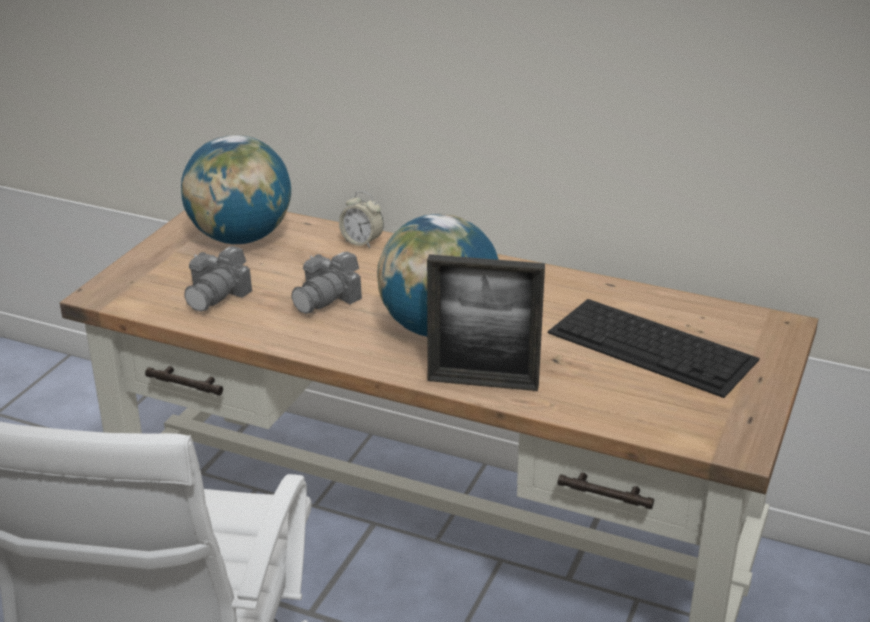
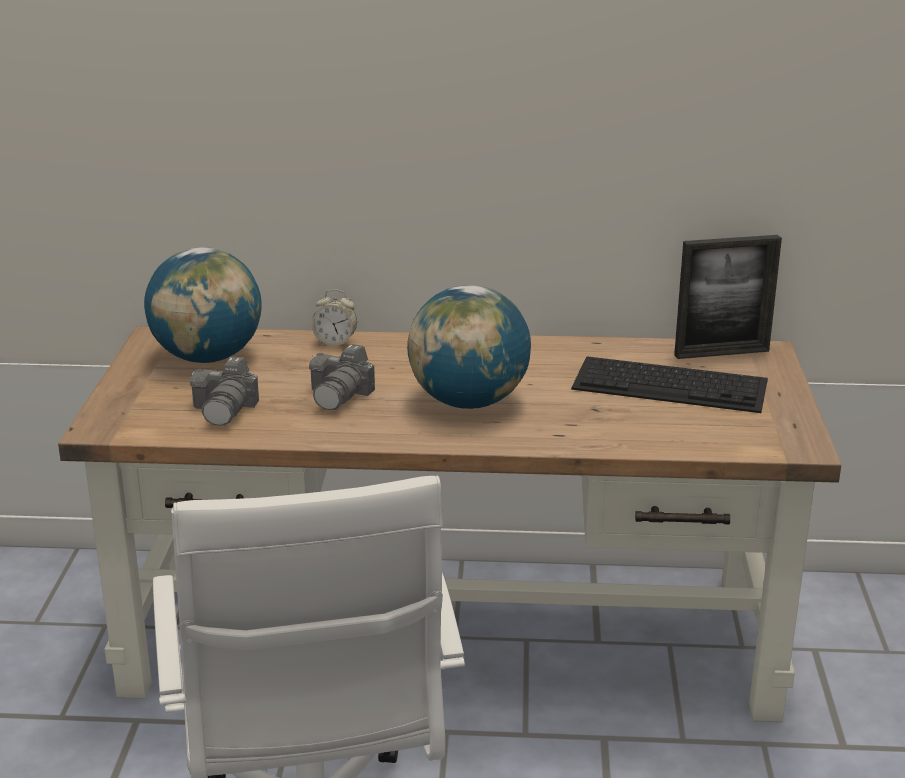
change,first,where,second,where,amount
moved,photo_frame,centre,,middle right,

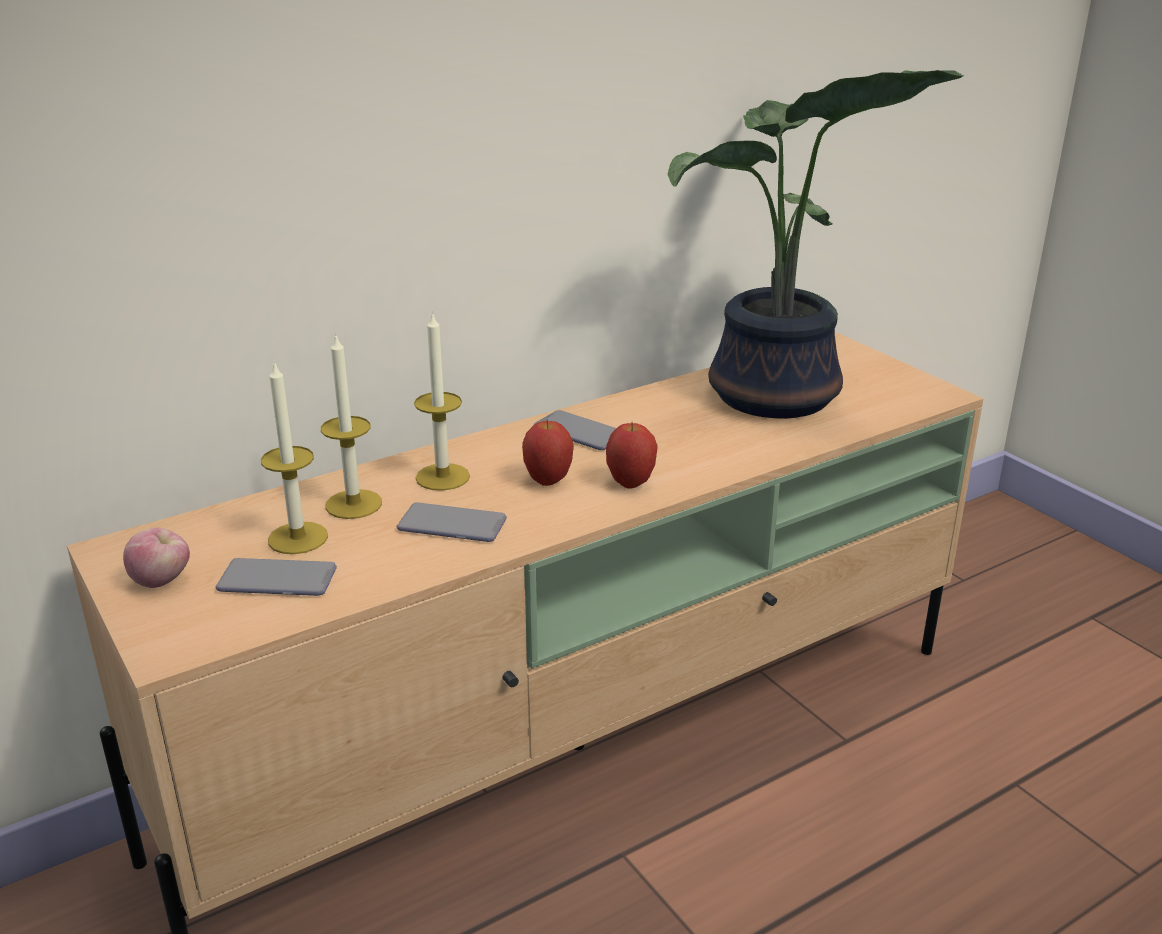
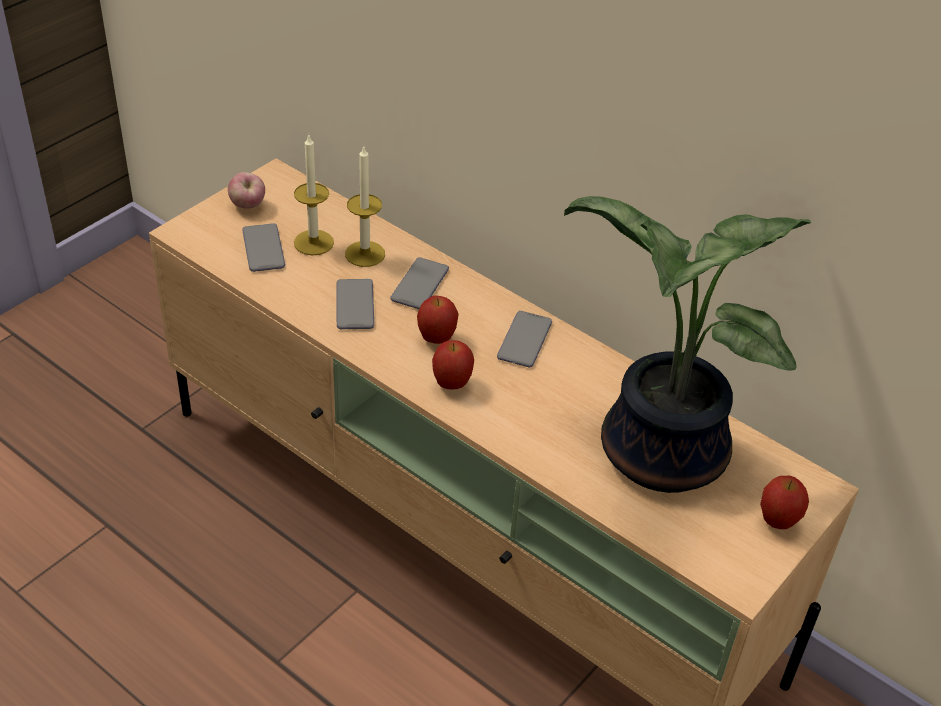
change,first,where,second,where,amount
replaced,wax_light (3rd from left),centre,phone (3rd from left),centre,
added,,,apple (4th from left),bottom right,

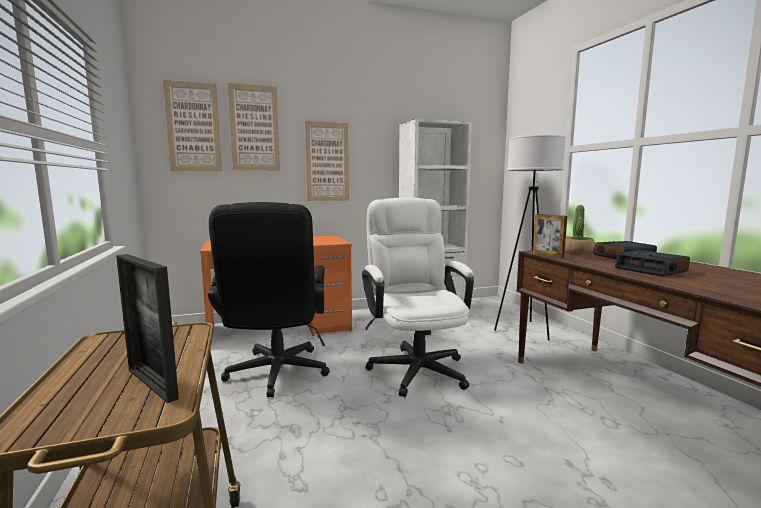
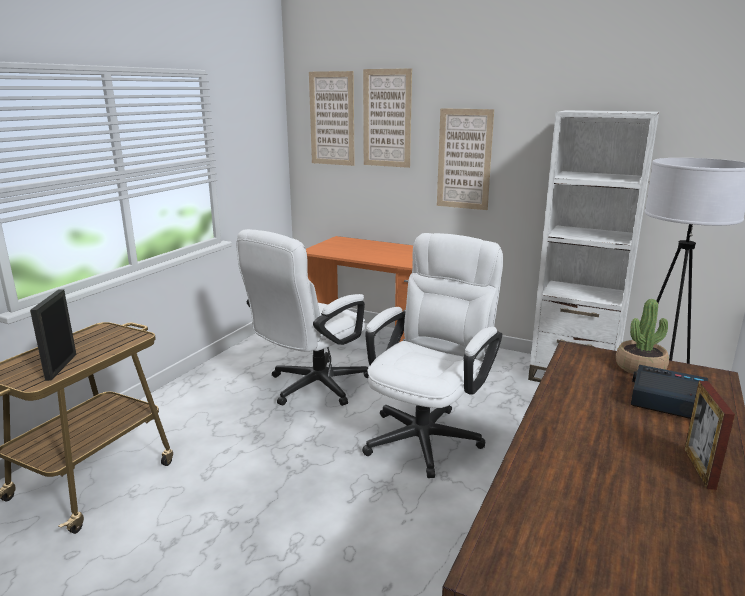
change,first,where,second,where,amount
recoloured,blackish_desk_chair,centre,white_desk_chair (1st from left),centre,
moved,photo_frame (2nd from left),middle right,,bottom right,
removed,alarm_clock (2nd from left),middle right,,,

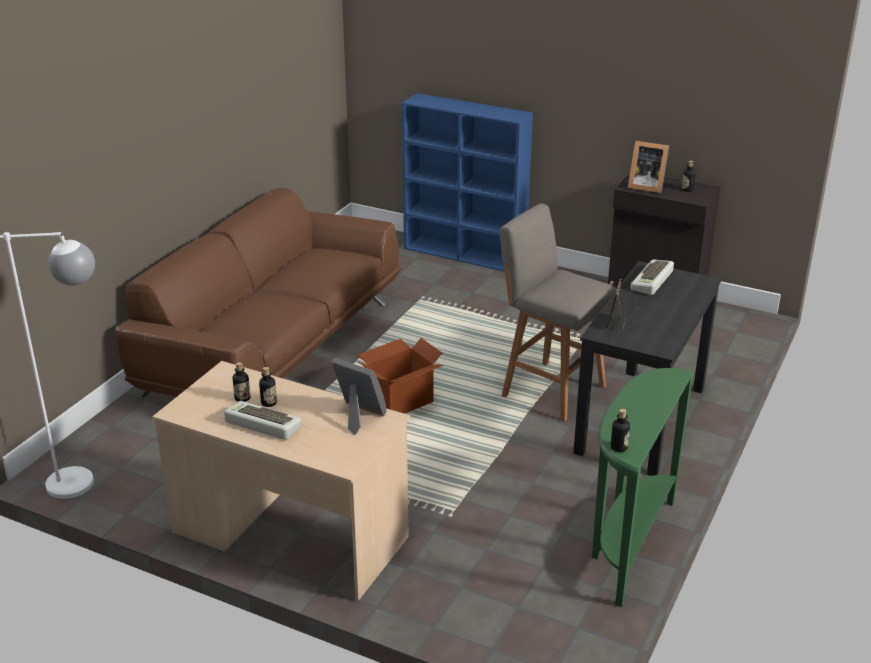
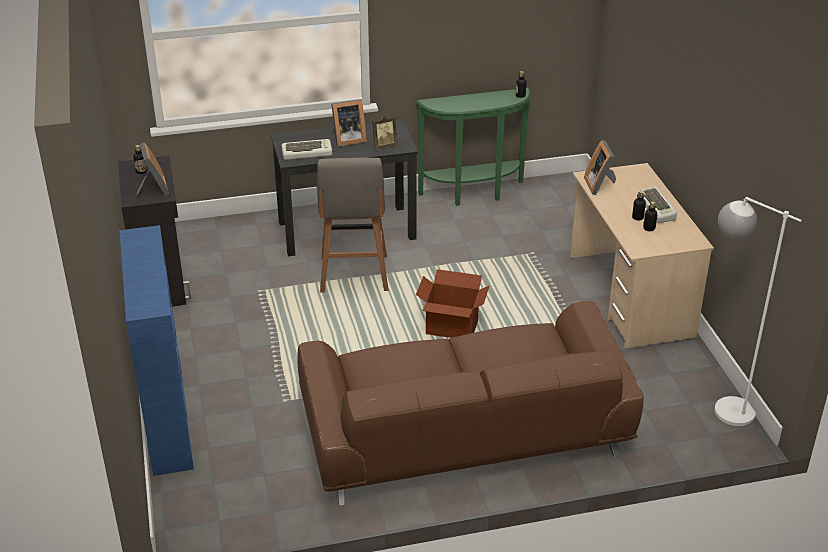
change,first,where,second,where,amount
added,,,photo_frame (2nd from left),top centre,

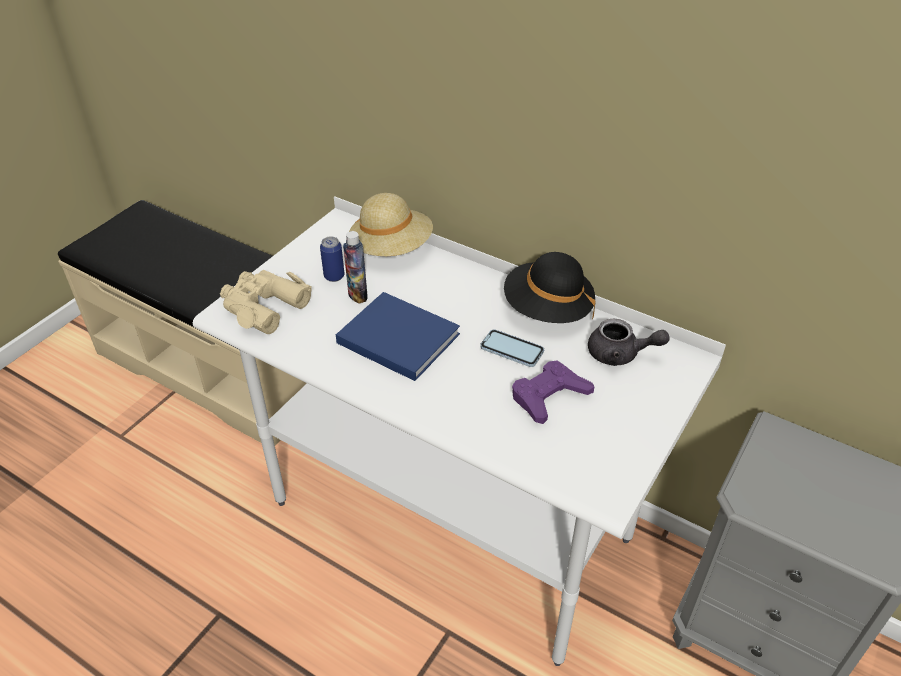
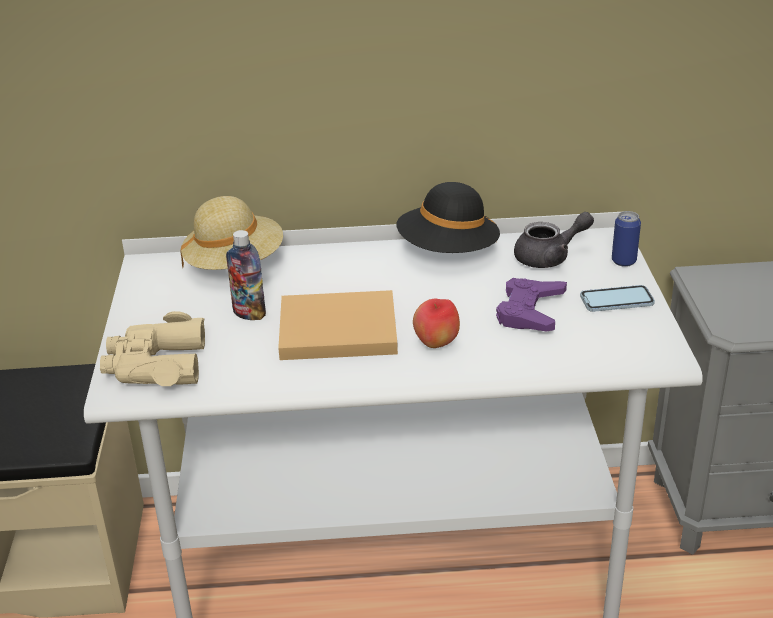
change,first,where,second,where,amount
moved,sealed_can,centre,,middle right,
recoloured,bluish_volume,centre,beige-coloured_volume,centre,
moved,phone,centre,,middle right,
added,,,apple,centre,

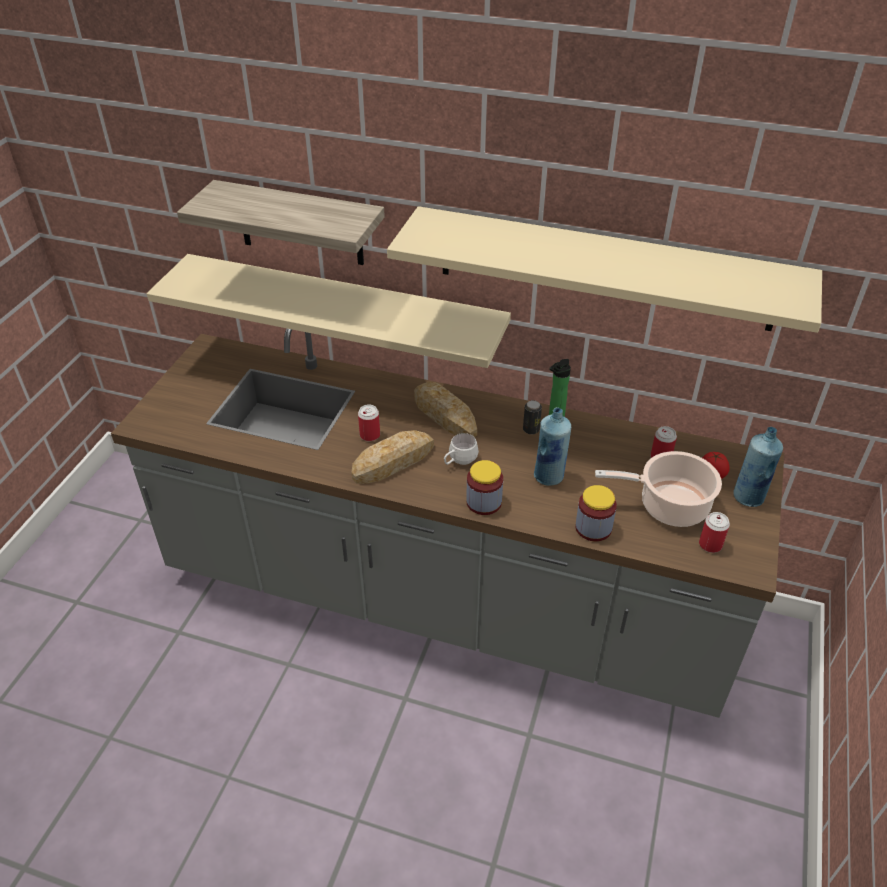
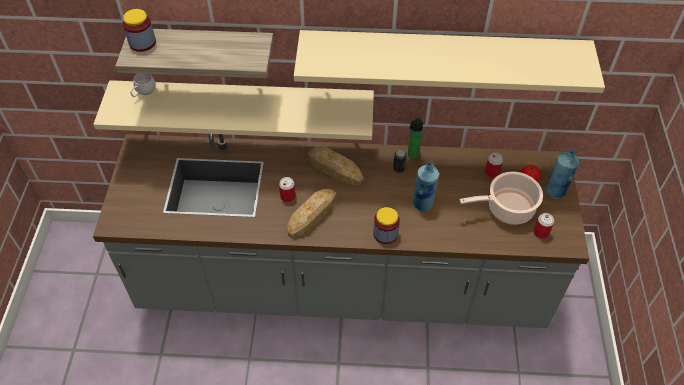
change,first,where,second,where,amount
moved,white_tea_mug,centre,,top left,
moved,preserve_jar (2nd from left in the first image),middle right,preserve_jar (1st from left),top left,

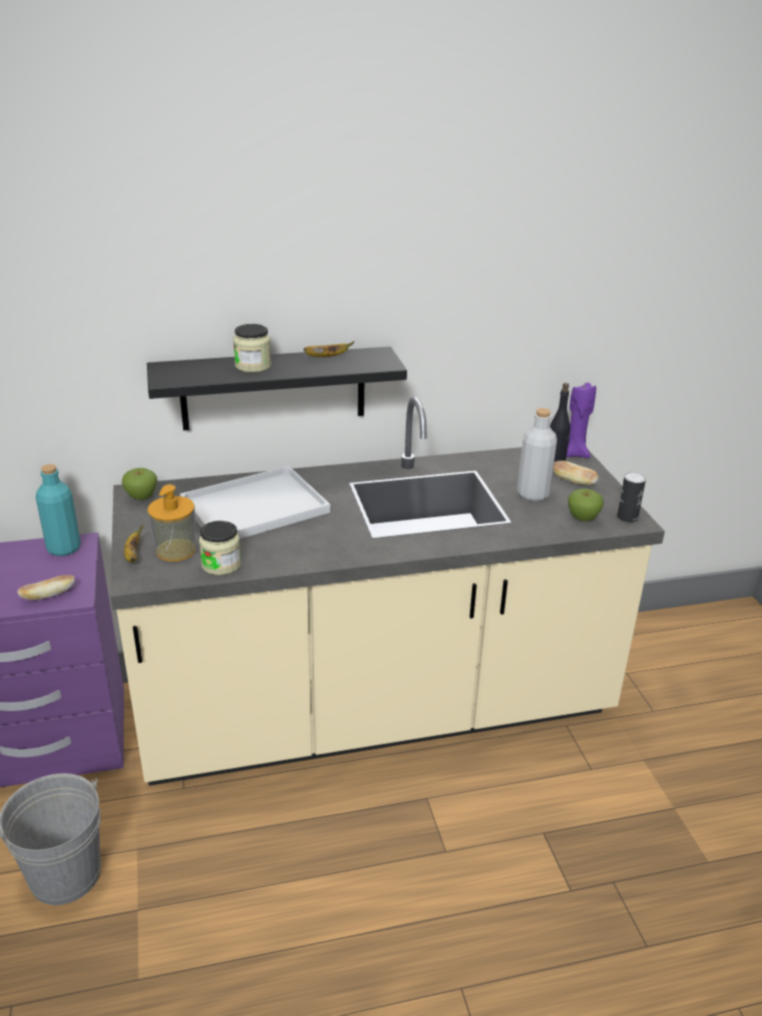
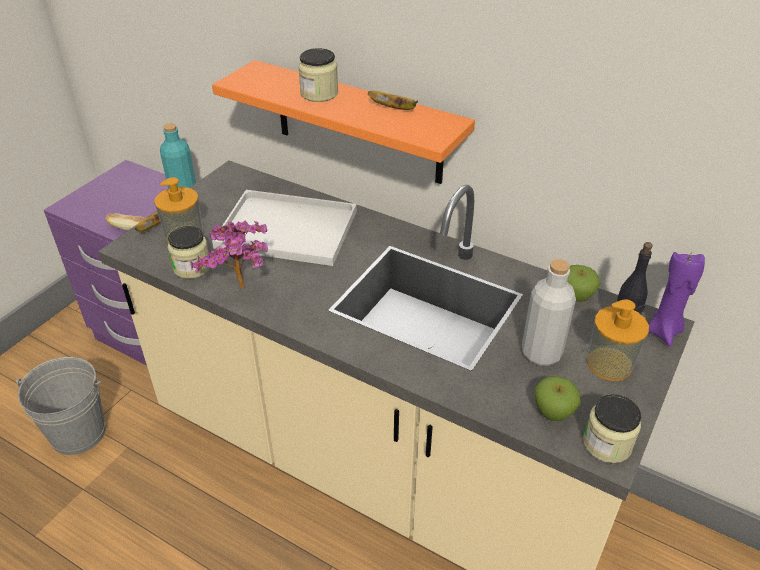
change,first,where,second,where,amount
moved,apple (1st from left in the first image),middle left,apple (2nd from left),middle right,
recoloured,blackish_bracket_shelf,centre,orange-coloured_bracket_shelf,top centre,
replaced,bakery_bread (2nd from left),middle right,soap_dispenser (2nd from left),middle right,
replaced,sealed_can,middle right,preserve_jar (3rd from left),bottom right,
added,,,plant_in_a_pot,middle left,

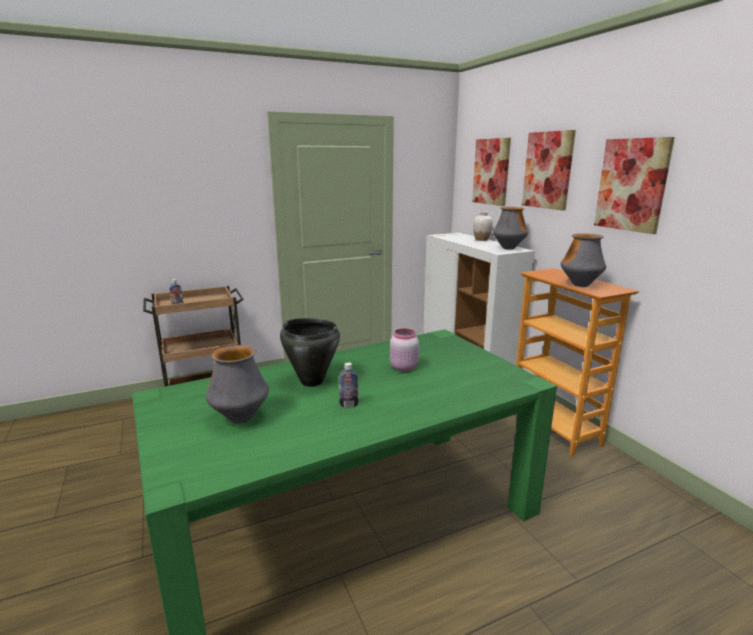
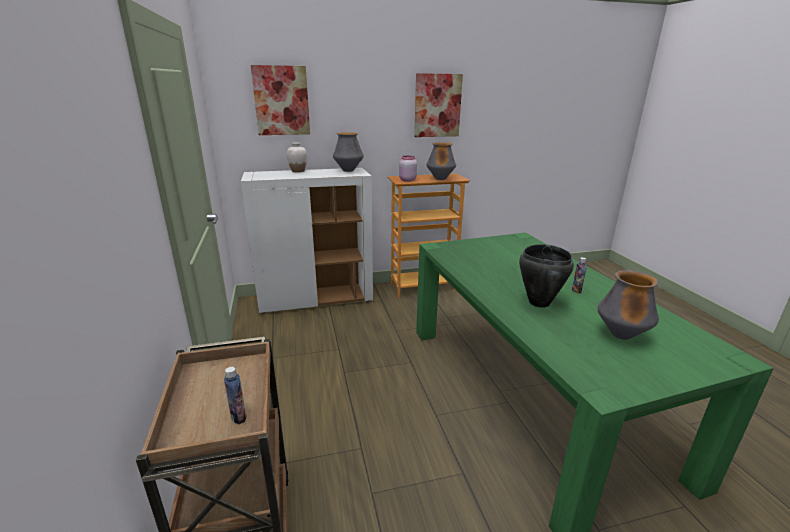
change,first,where,second,where,amount
moved,pinkish_preserve_jar,centre,,top centre,
removed,wall_picture (2nd from left),top right,,,

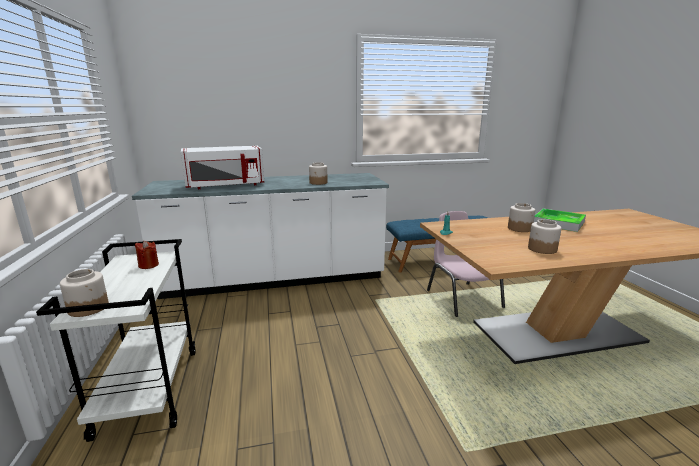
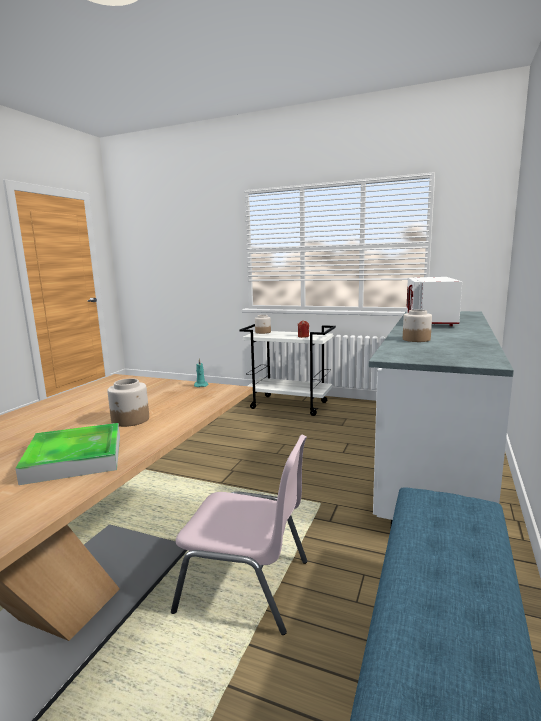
change,first,where,second,where,amount
removed,preserve_jar (4th from left),middle right,,,

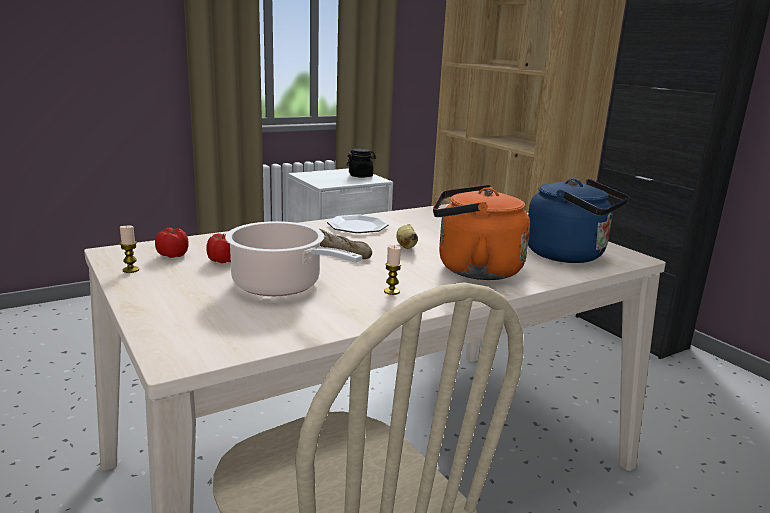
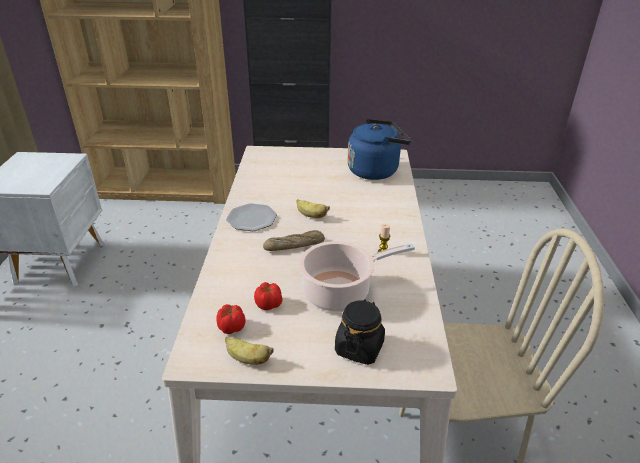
change,first,where,second,where,amount
replaced,wax_light (1st from left),middle left,banana_fruit (1st from left),bottom centre,
moved,blackish_preserve_jar,top centre,,bottom centre,
removed,orange-coloured_water_kettle,centre,,,

